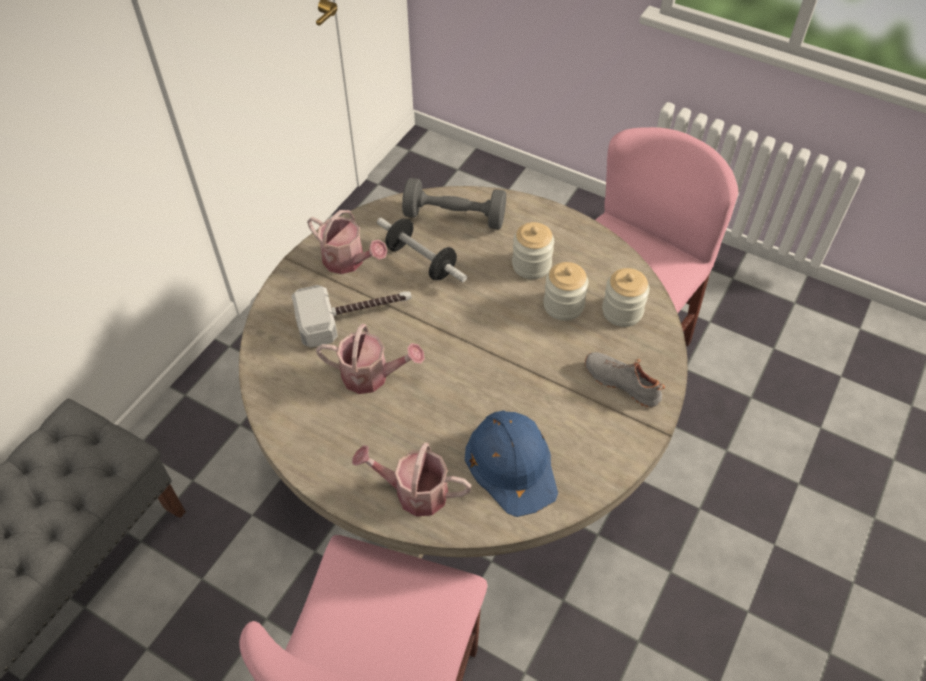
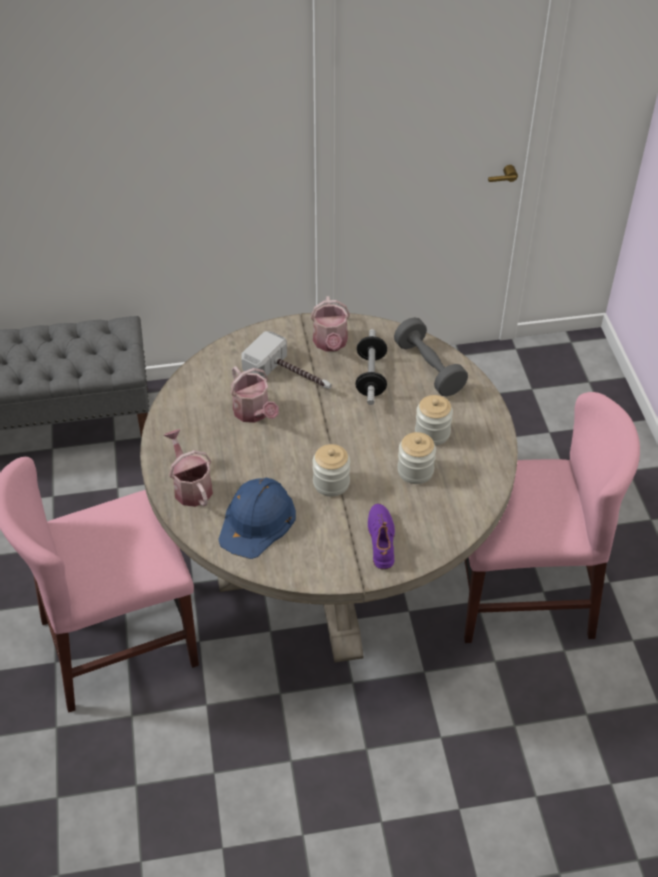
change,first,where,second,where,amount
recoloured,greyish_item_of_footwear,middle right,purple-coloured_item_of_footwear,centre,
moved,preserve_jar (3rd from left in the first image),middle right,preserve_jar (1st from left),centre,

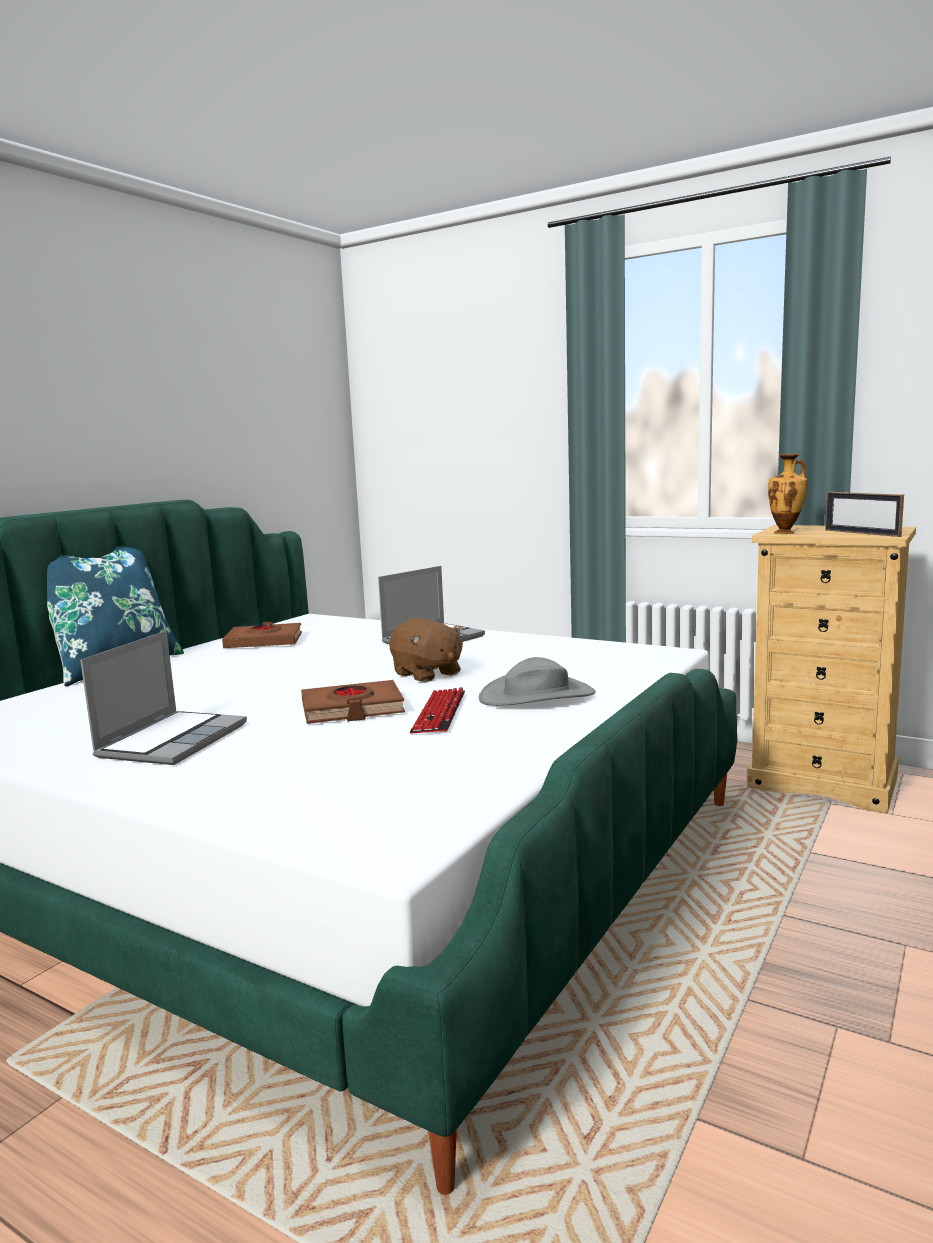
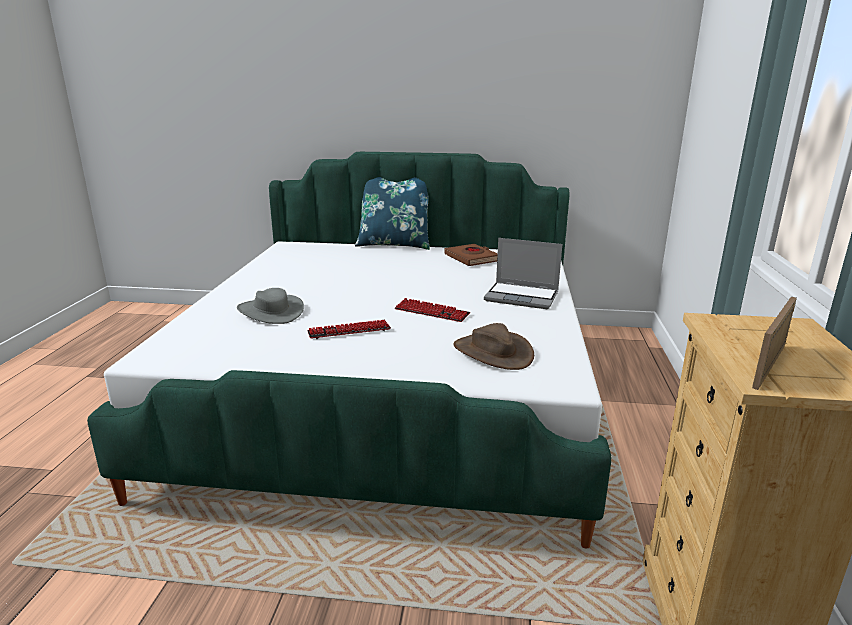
change,first,where,second,where,amount
removed,laptop (1st from left),middle left,,,
removed,brown_volume (2nd from left),centre,,,
replaced,brown_soft_toy,centre,keyboard (2nd from left),centre,
moved,greyish_wearable_hat,centre,,middle left,
removed,flower_vase,middle right,,,
added,,,brown_wearable_hat,centre,

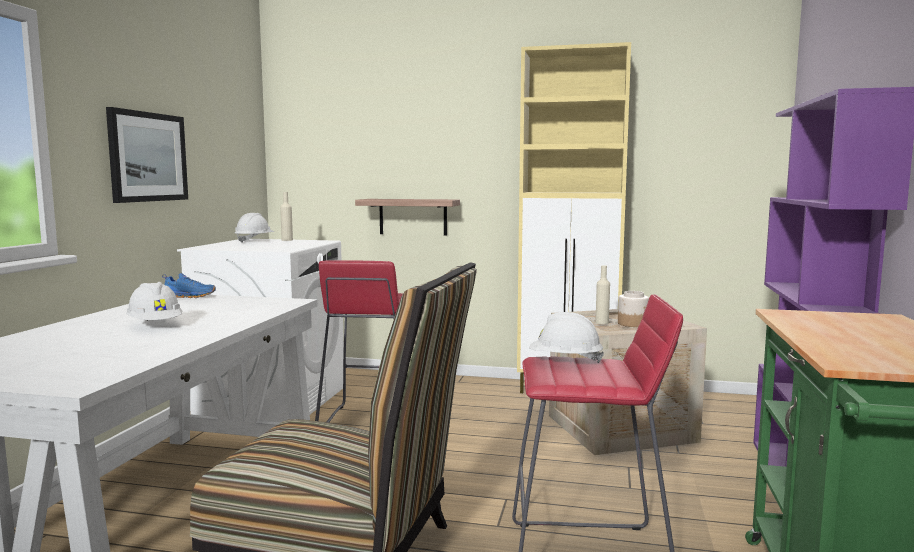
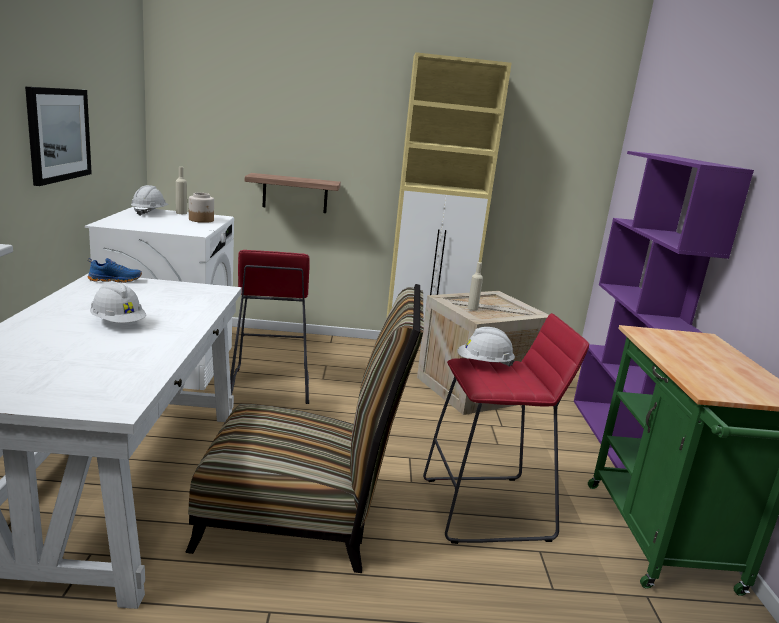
change,first,where,second,where,amount
moved,preserve_jar,middle right,,middle left,

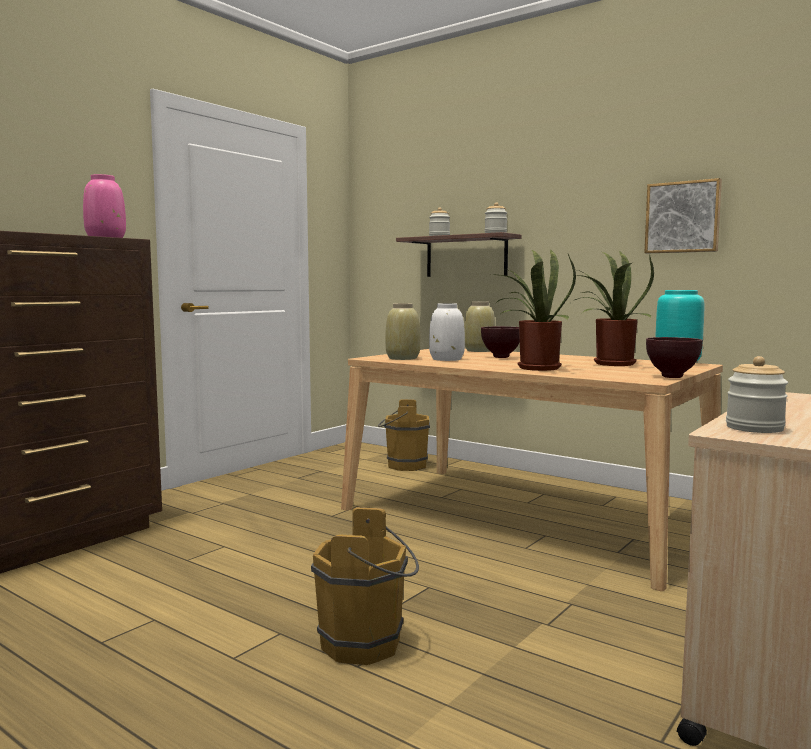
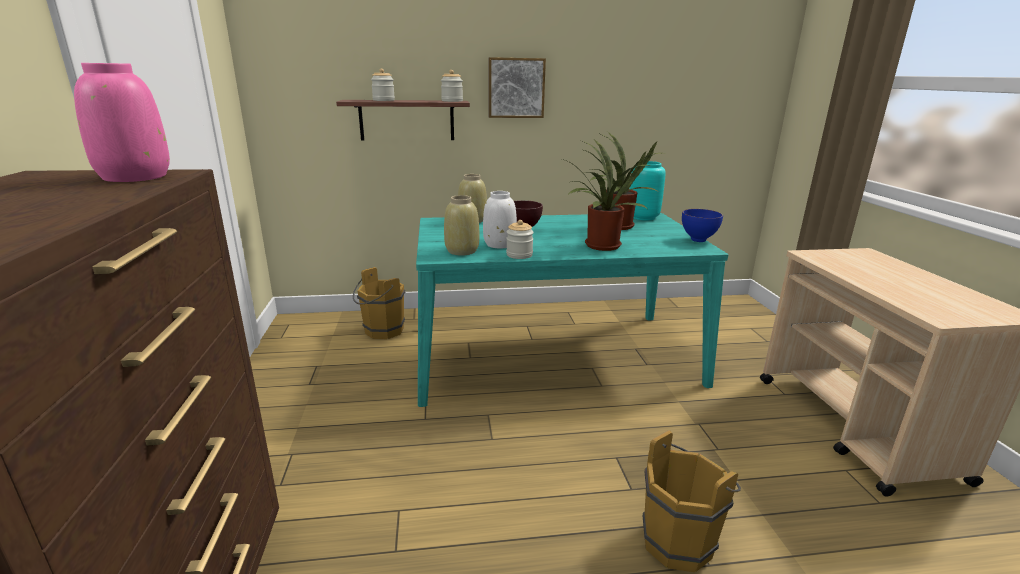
change,first,where,second,where,amount
recoloured,beige-coloured_kitchen_table,centre,turquoise-coloured_kitchen_table,centre,
moved,wall_picture,top right,,top centre,
recoloured,brown_serving_bowl (2nd from left),middle right,bluish_serving_bowl,middle right,
moved,preserve_jar (3rd from left),middle right,,centre,

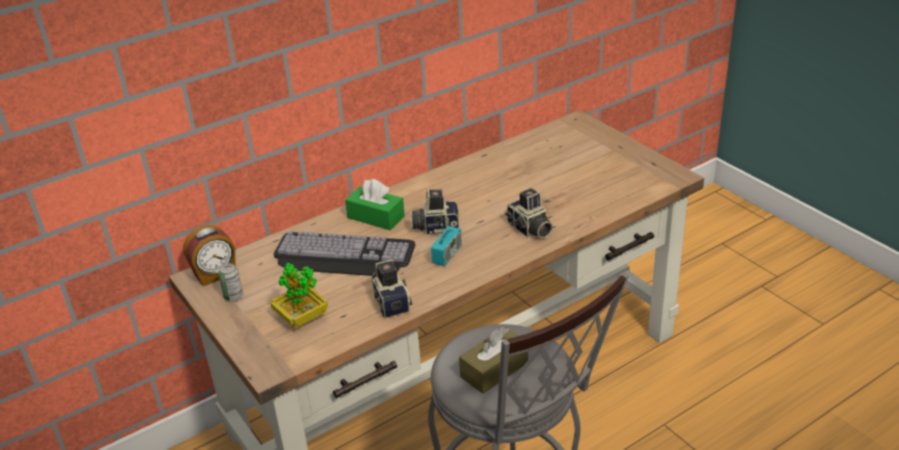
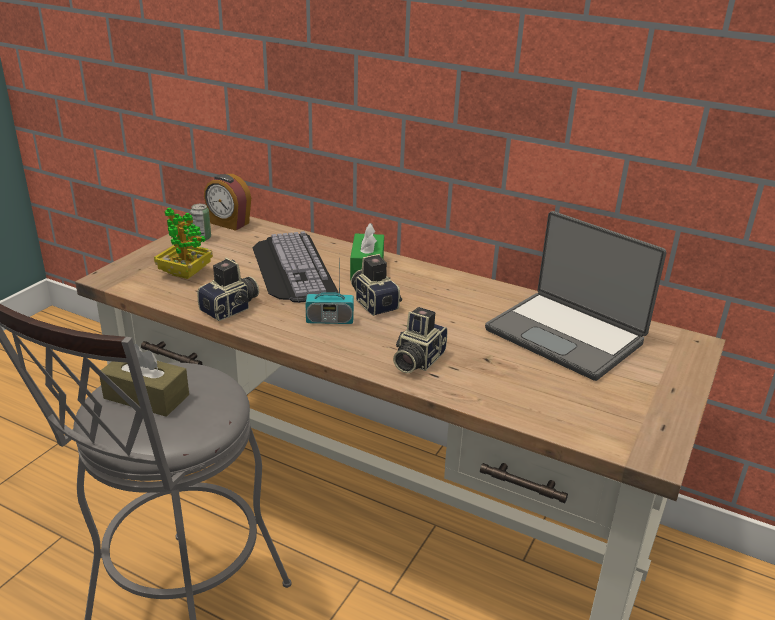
change,first,where,second,where,amount
added,,,laptop,middle right,

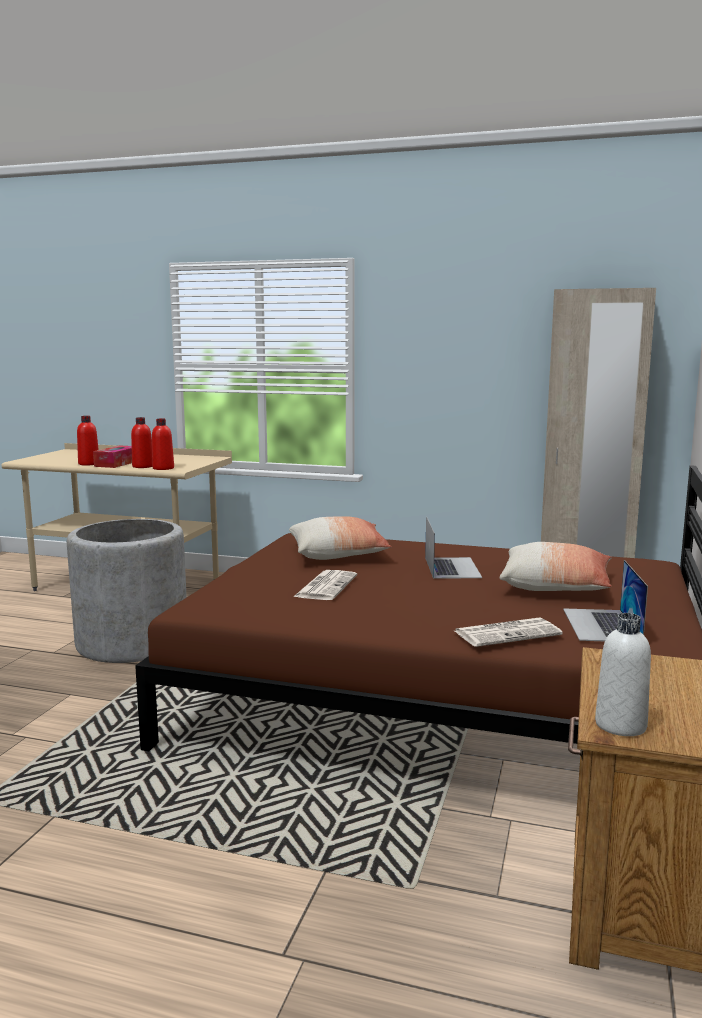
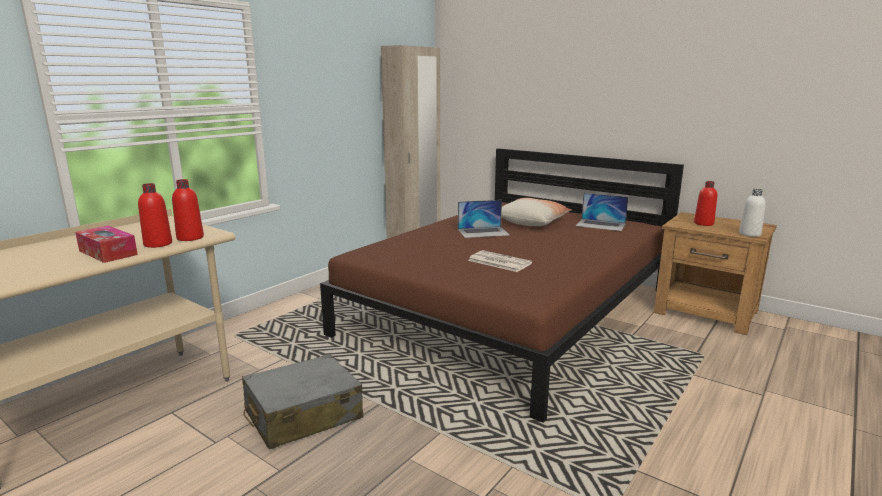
change,first,where,second,where,amount
replaced,greyish_flower_pot,middle left,greyish_travel_case,bottom centre,
moved,reddish_bottle (1st from left in the first image),middle left,reddish_bottle (3rd from left),middle right,
removed,cushion (1st from left),centre,,,
turned,laptop (1st from left),centre,,centre,150 degrees clockwise
removed,daily_paper (2nd from left),middle right,,,

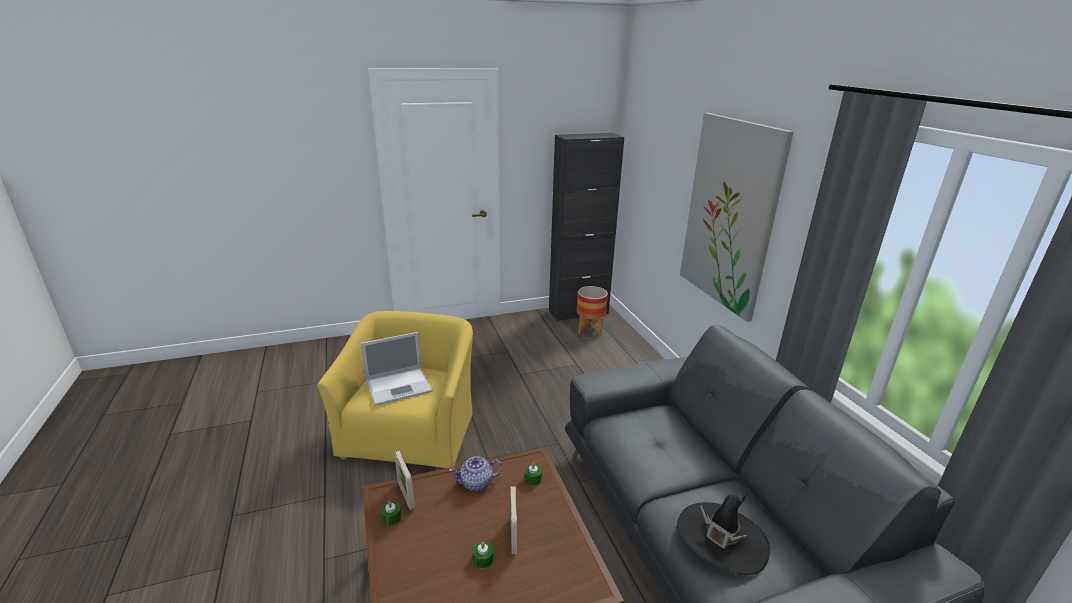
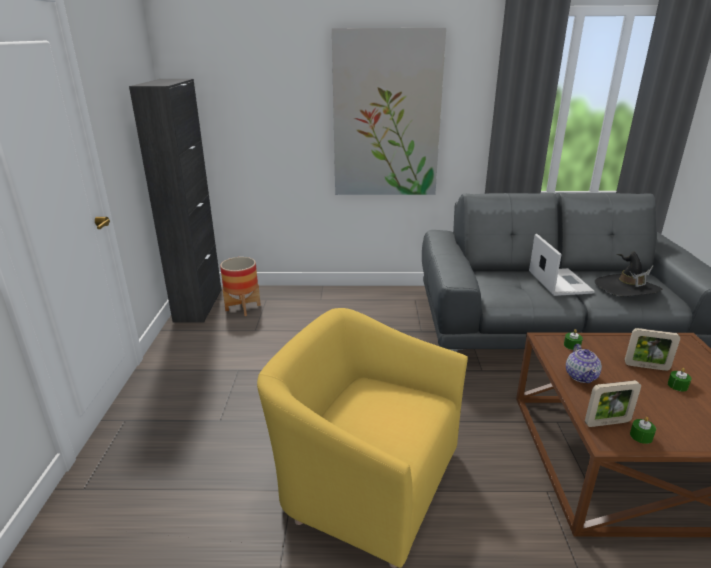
change,first,where,second,where,amount
moved,laptop,centre,,middle right,

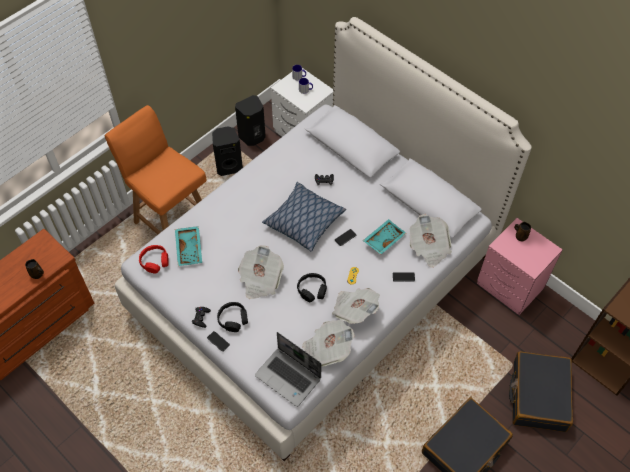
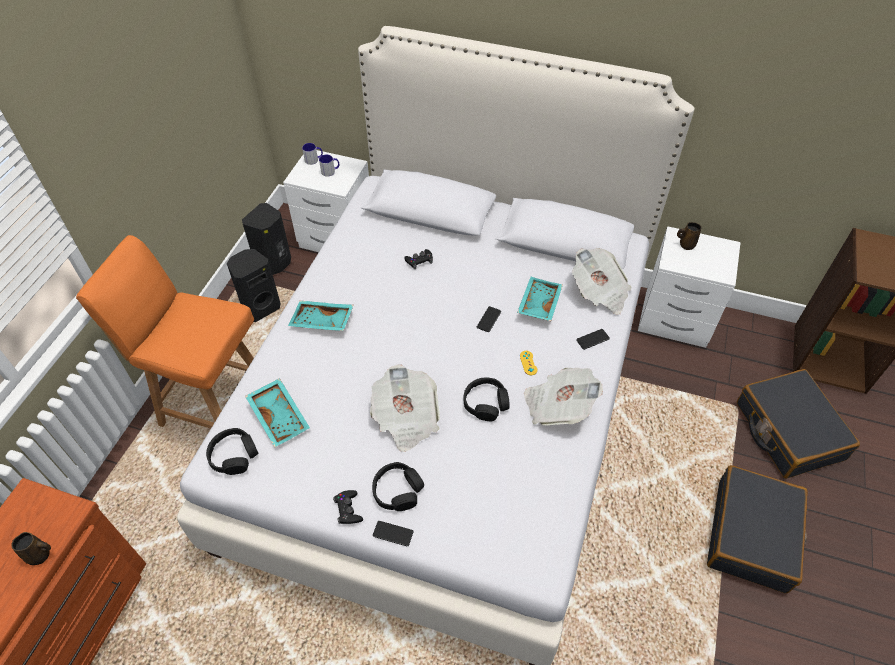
change,first,where,second,where,amount
recoloured,reddish_headset,middle left,blackish_headset (1st from left),bottom left,
removed,laptop,bottom centre,,,
removed,cushion,centre,,,
removed,daily_paper (2nd from left),bottom centre,,,
recoloured,pinkish_bedside_table,middle right,white_bedside_table (2nd from left),middle right,
added,,,turquoise-coloured_tray (2nd from left),centre,

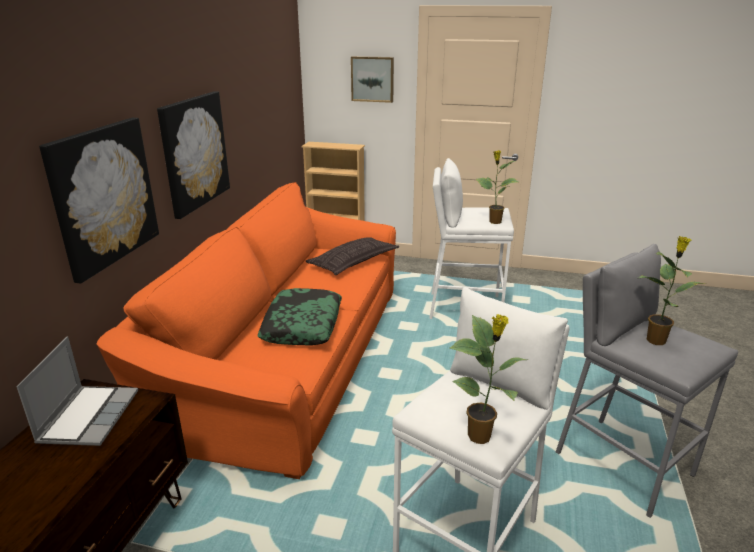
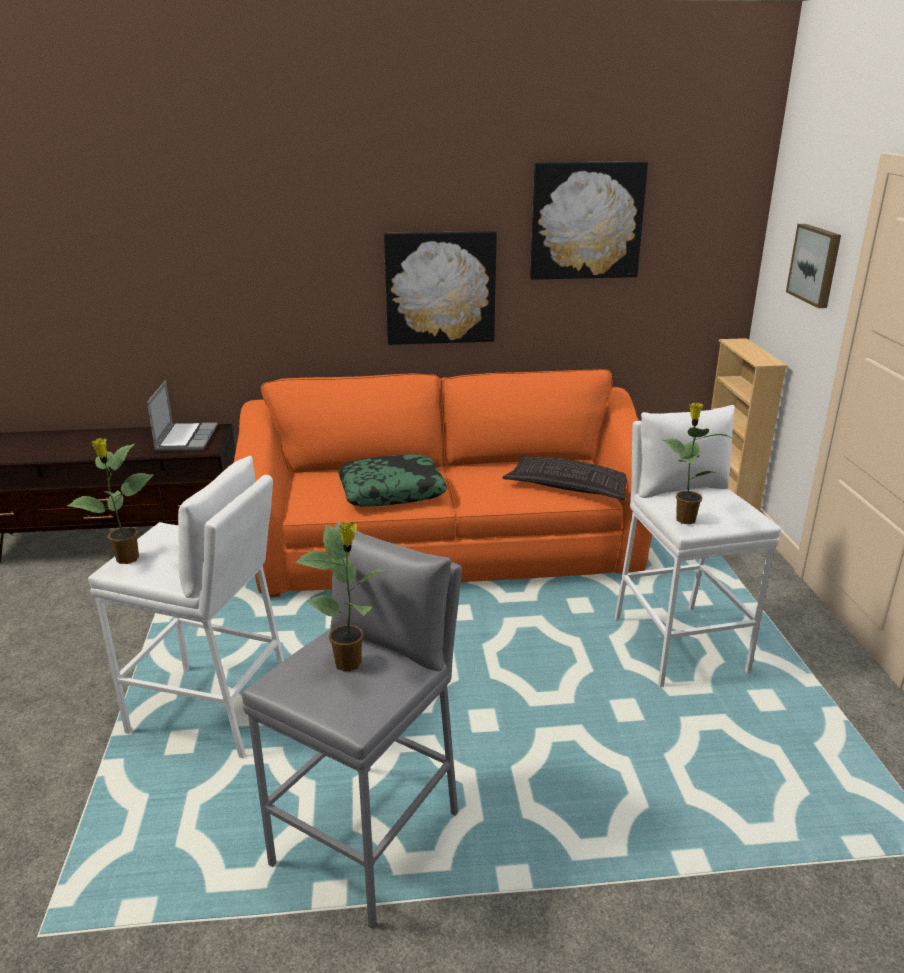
change,first,where,second,where,amount
turned,laptop,bottom left,,middle left,75 degrees counterclockwise
moved,wall_picture (1st from left in the first image),middle left,wall_picture (2nd from left),top centre,

